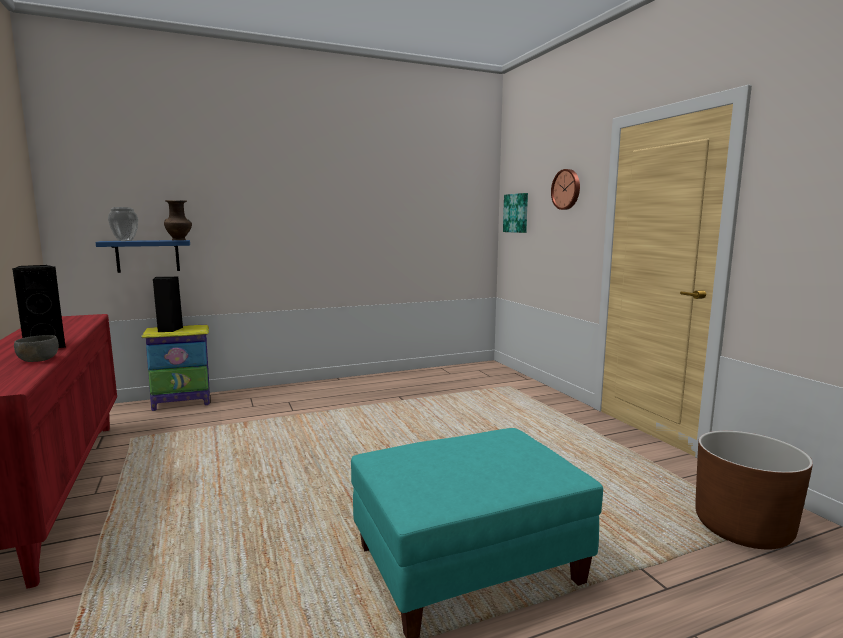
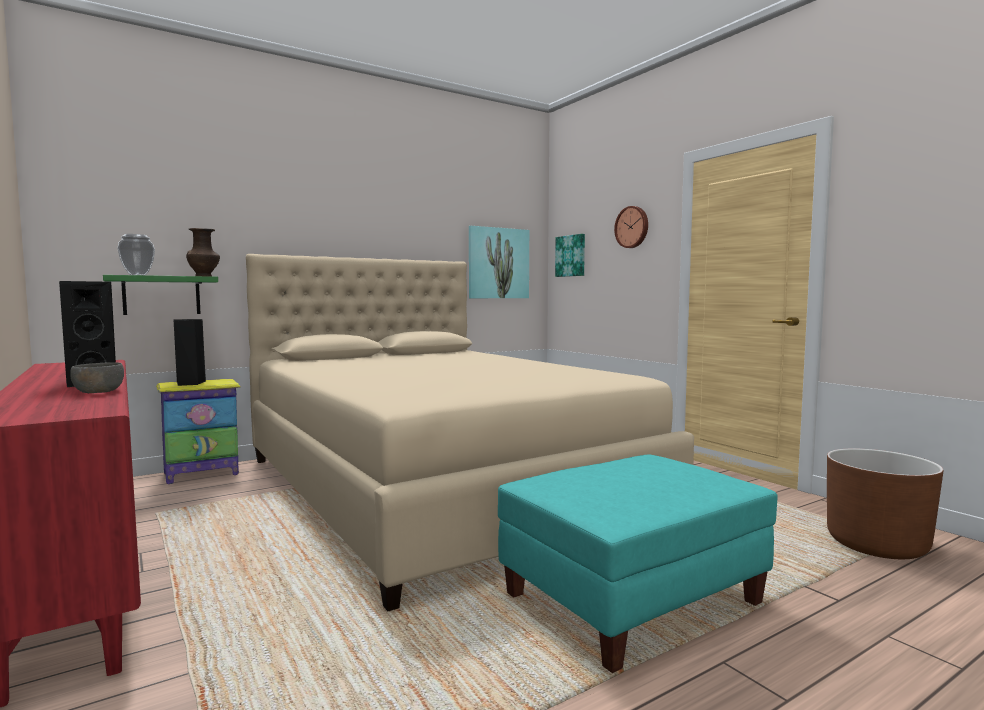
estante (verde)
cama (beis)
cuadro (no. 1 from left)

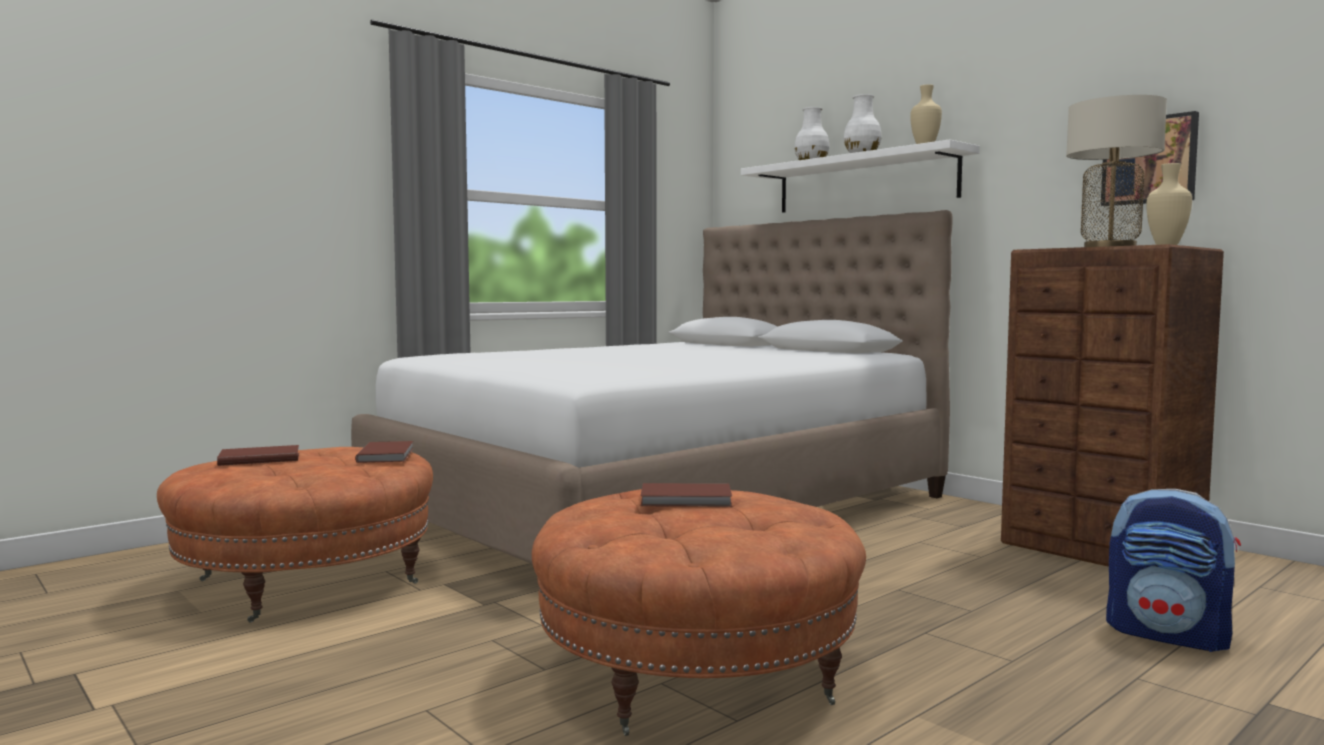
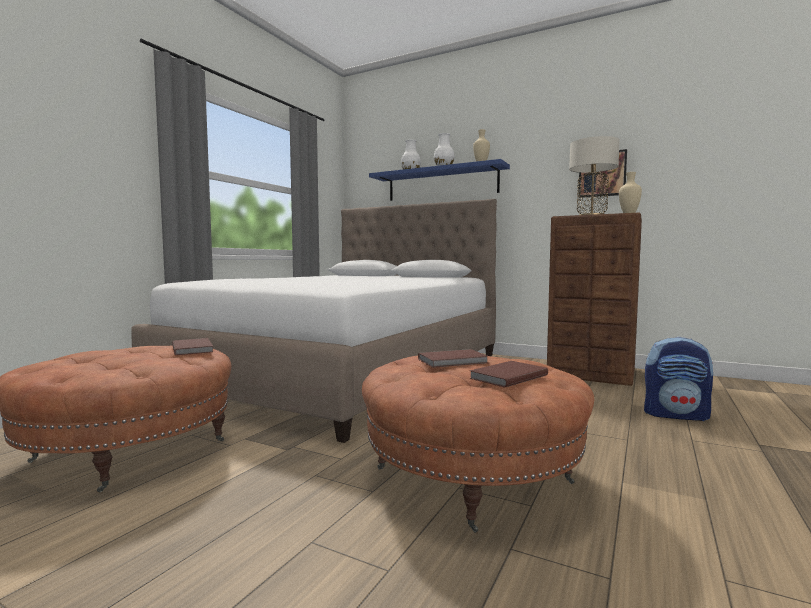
libro (marrón) (no. 3 from left)
estante (azul)

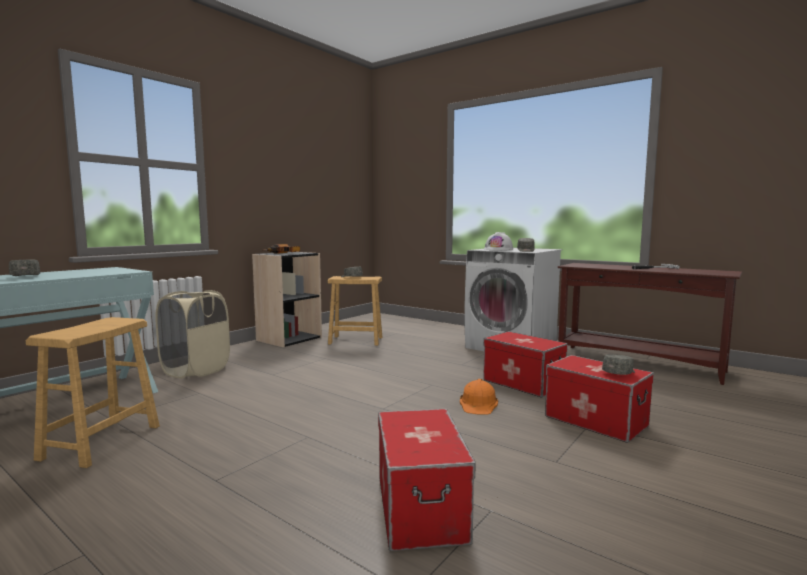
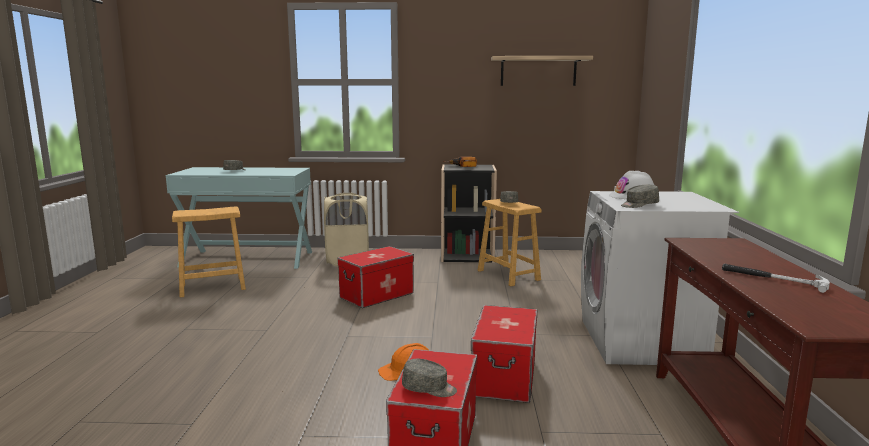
caja de almacenaje (no. 1 from left)
estante

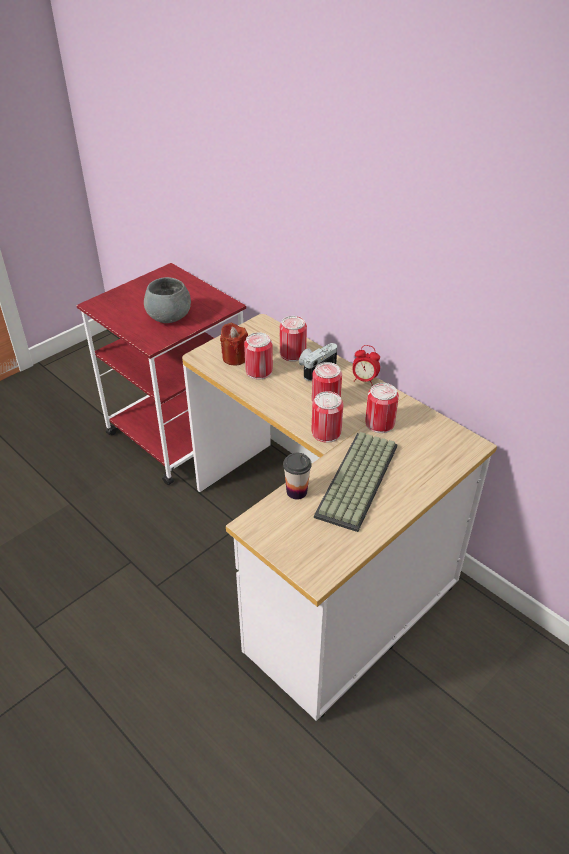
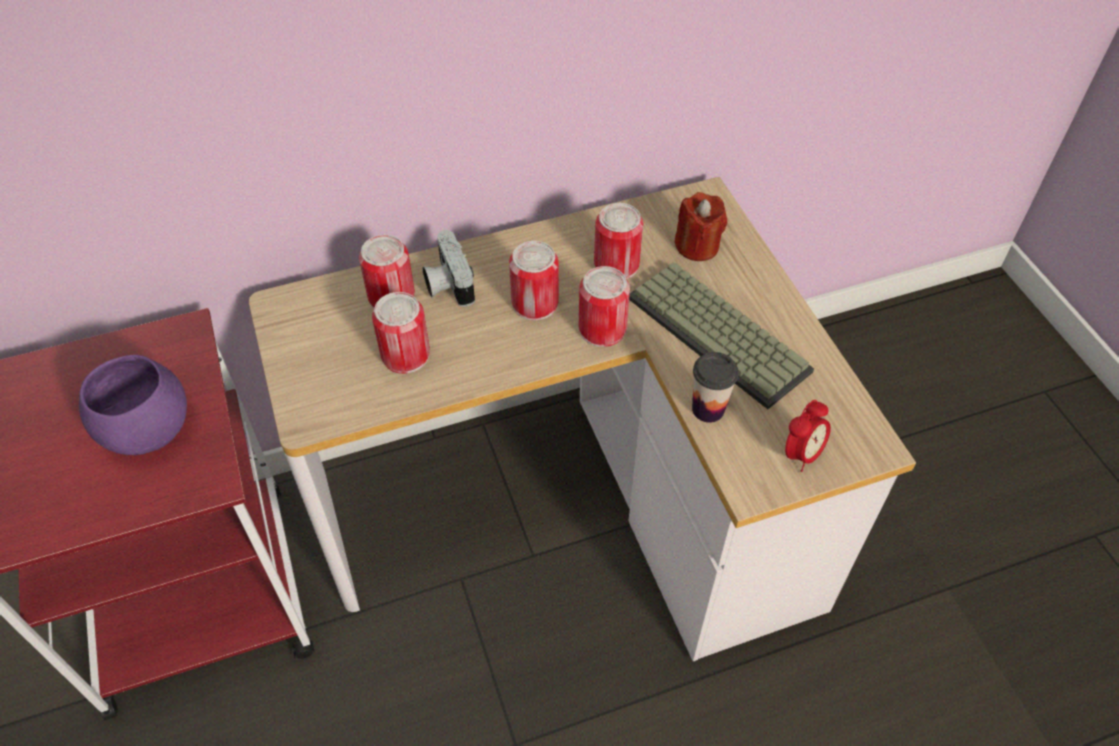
cuenco (morado)
vela (rojo)
despertador

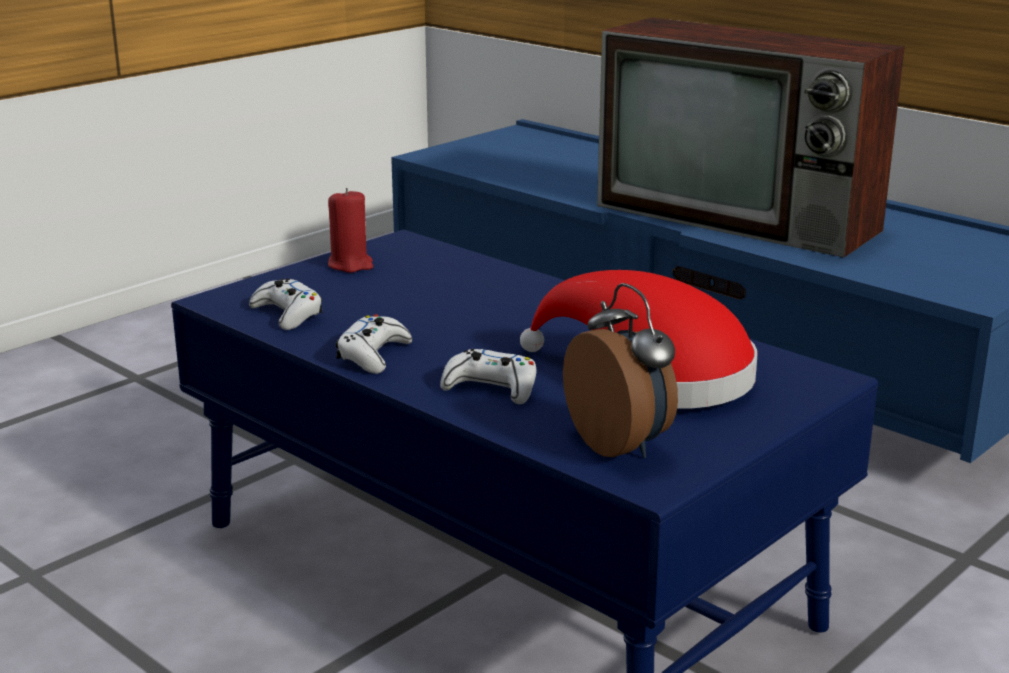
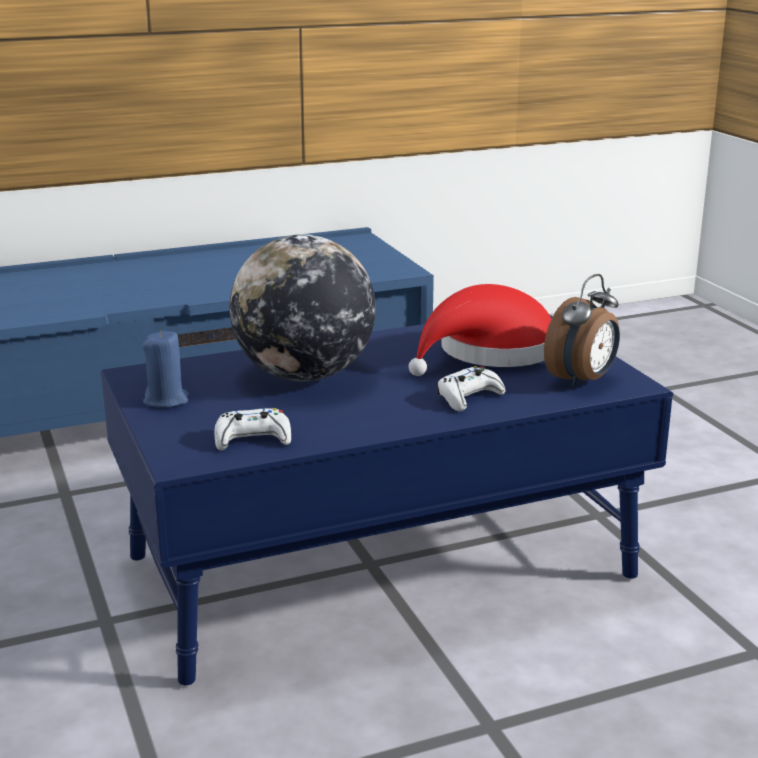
vela (azul)
mando de consola (blanco) (no. 2 from left in the first image)
despertador
televisor
globo terráqueo

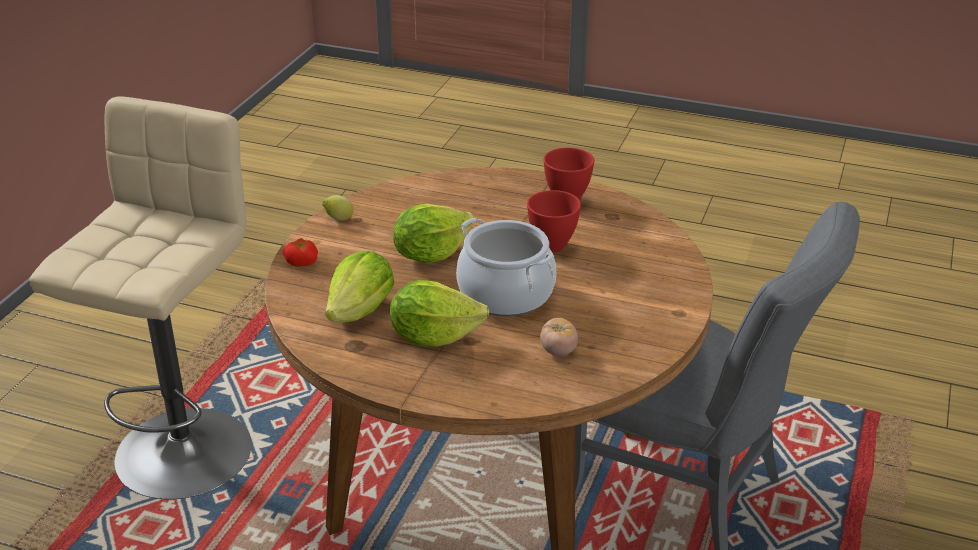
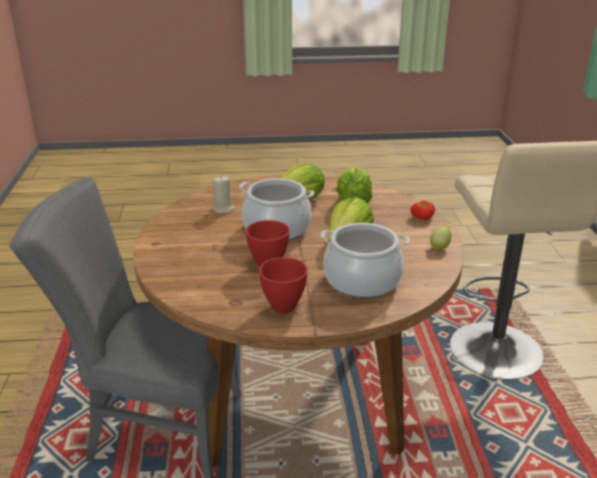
vela (beis)
olla (no. 2 from left)

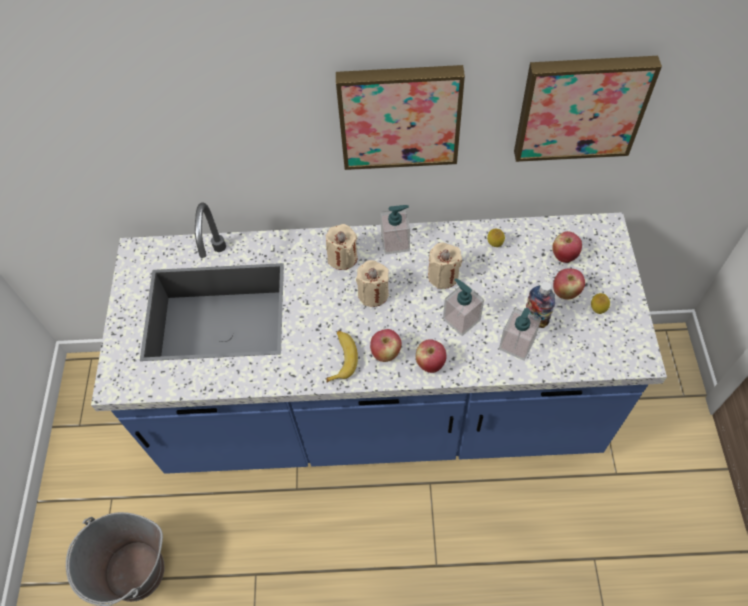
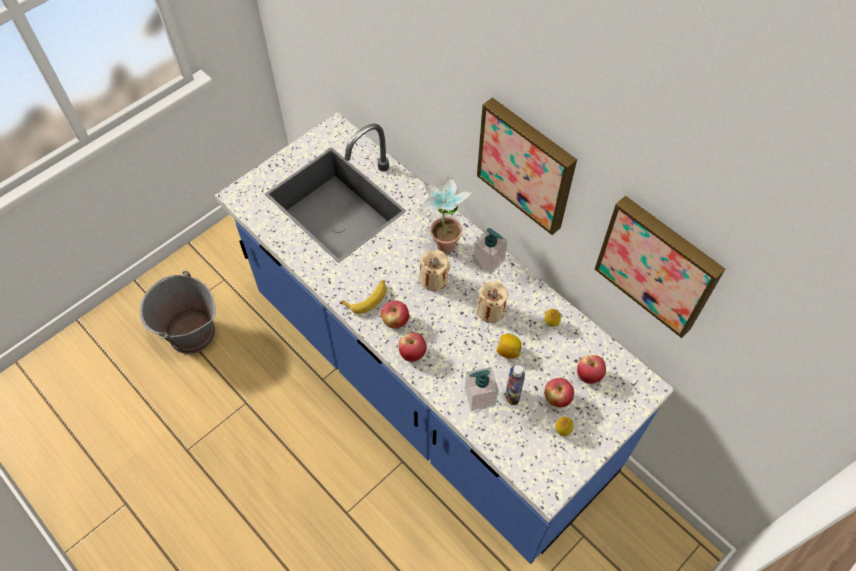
planta en maceta
dispensador de jabón (no. 2 from left in the first image)
limón (no. 1 from left)

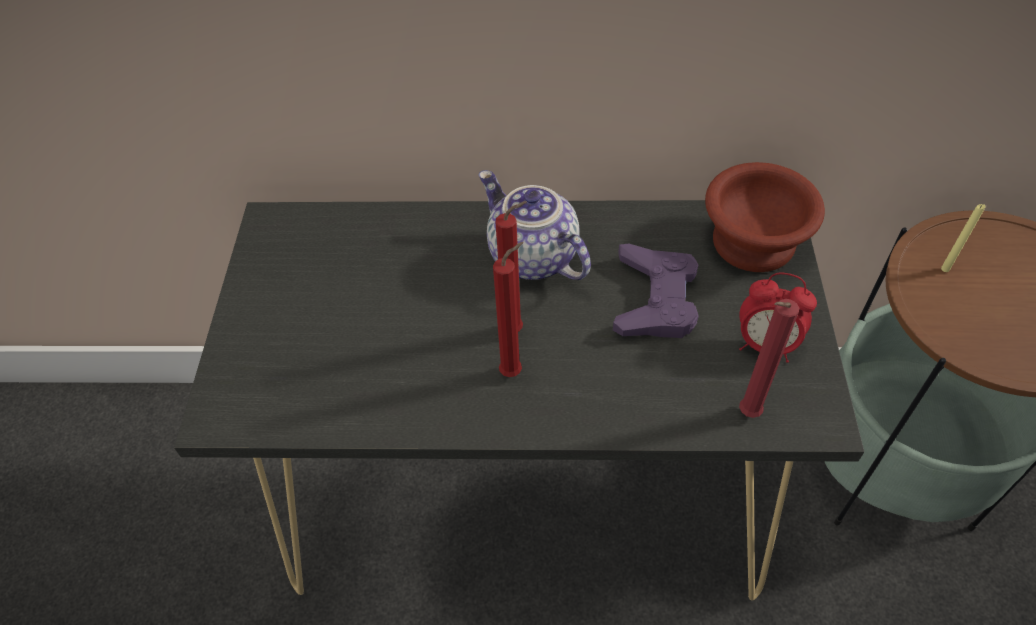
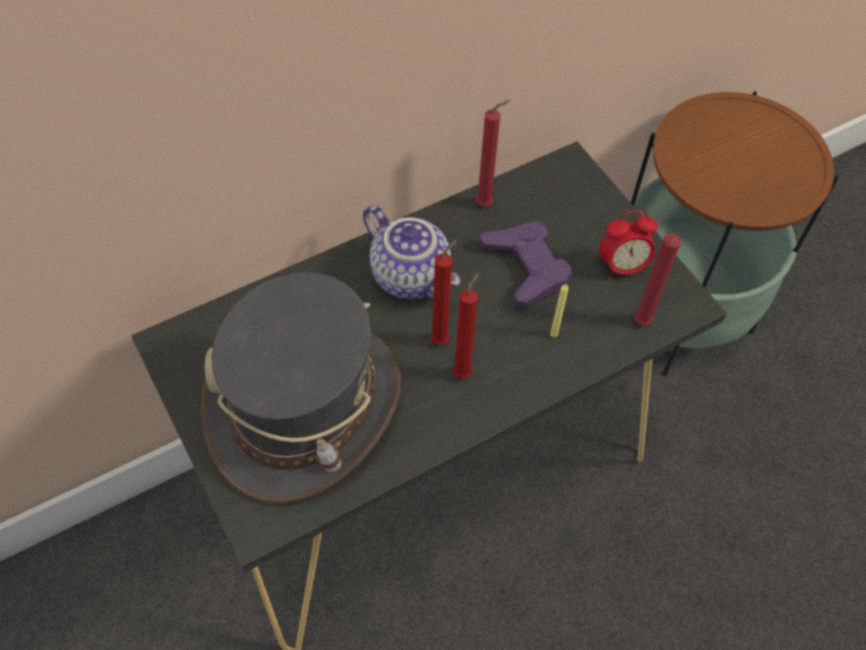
tetera
cuenco (marrón)
vela (amarillo)
sombrero (gris)
vela (rojo) (no. 3 from left)

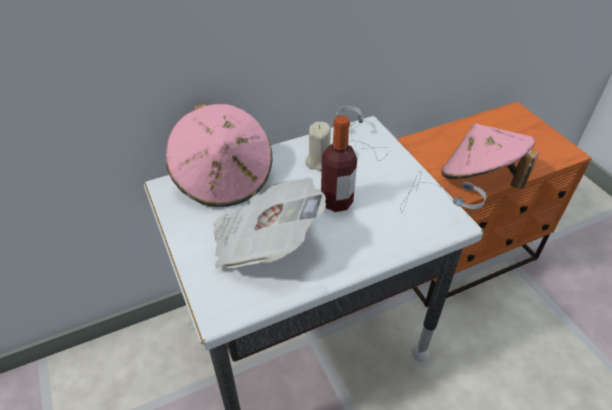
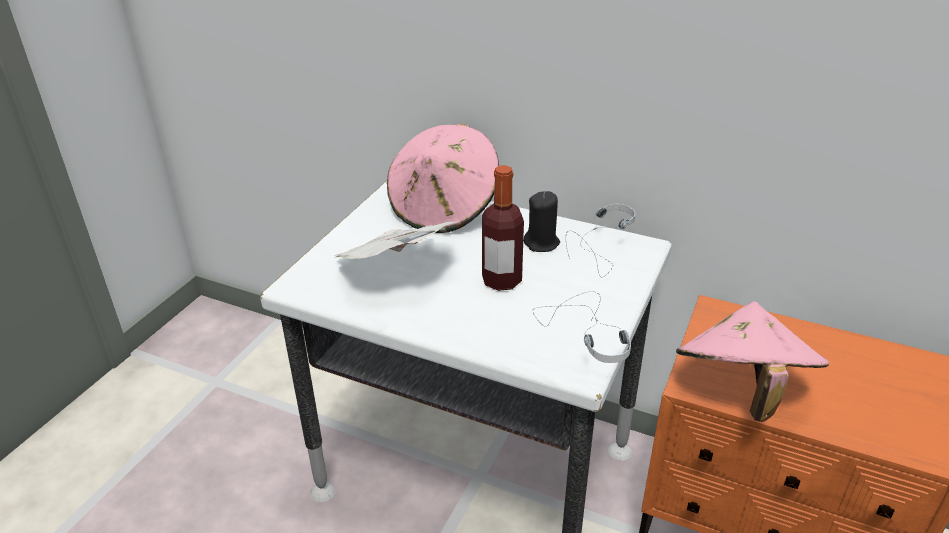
vela (negro)

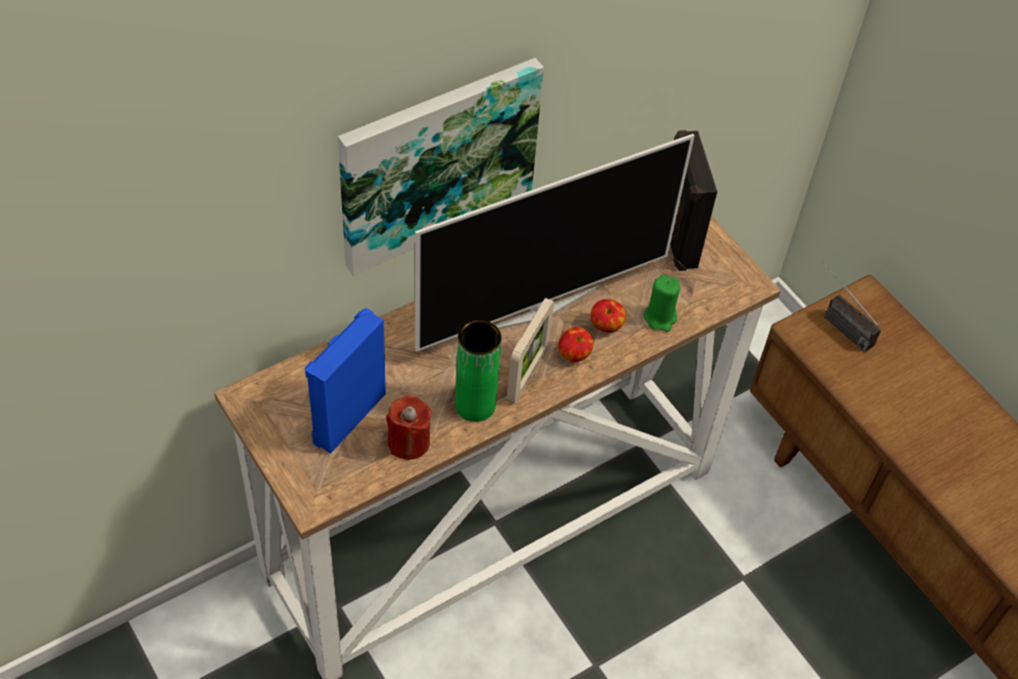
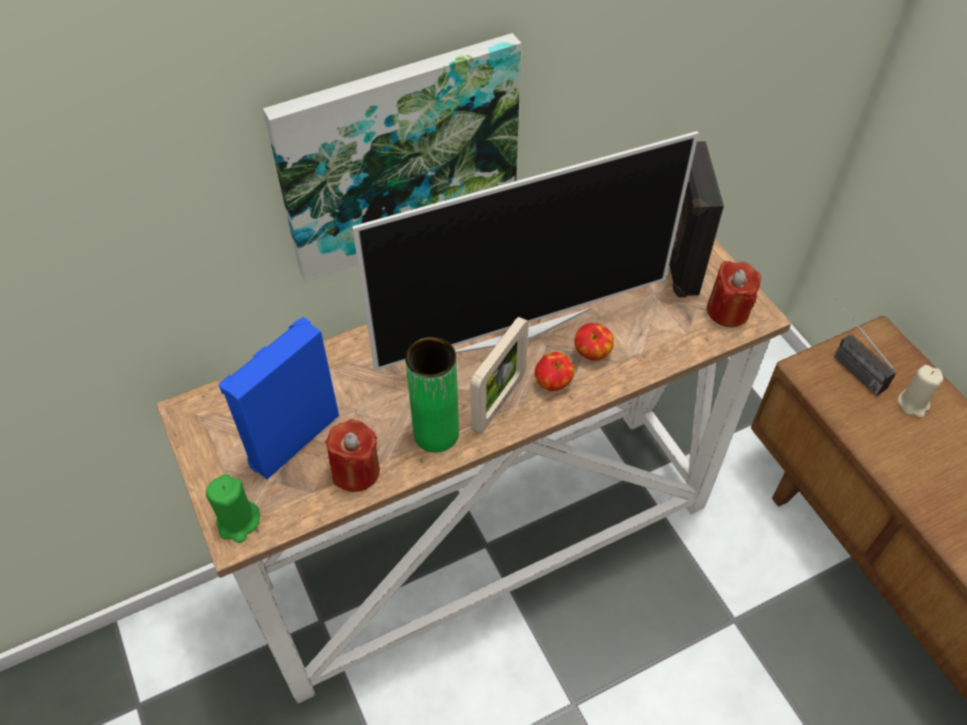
vela (verde)
vela (rojo) (no. 2 from left)
vela (beis)

